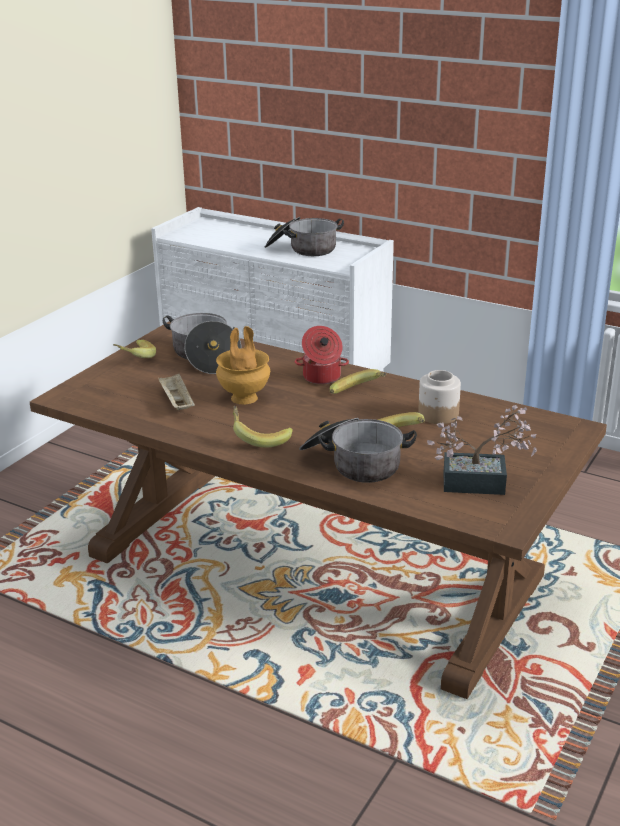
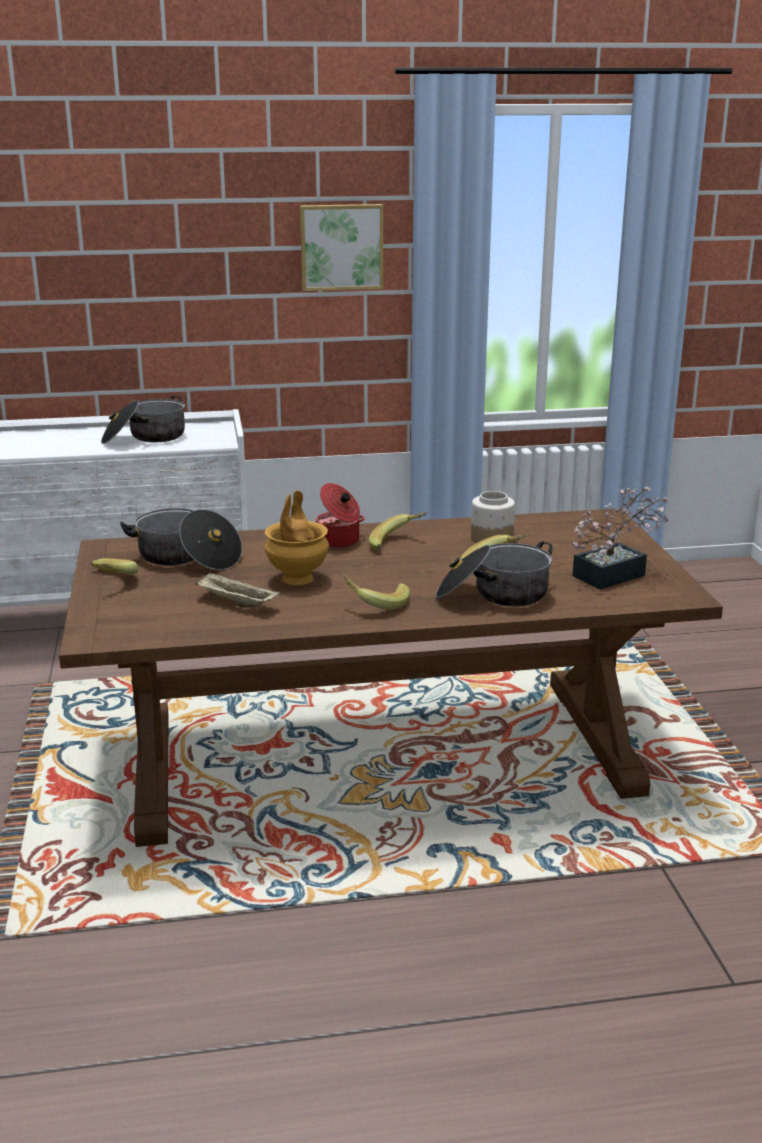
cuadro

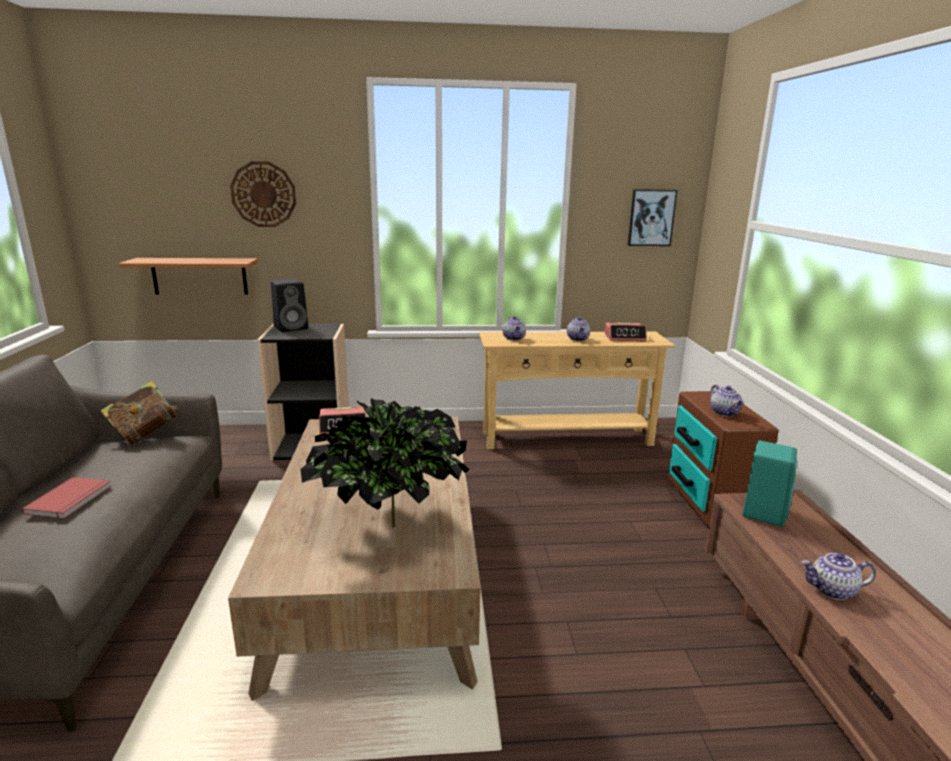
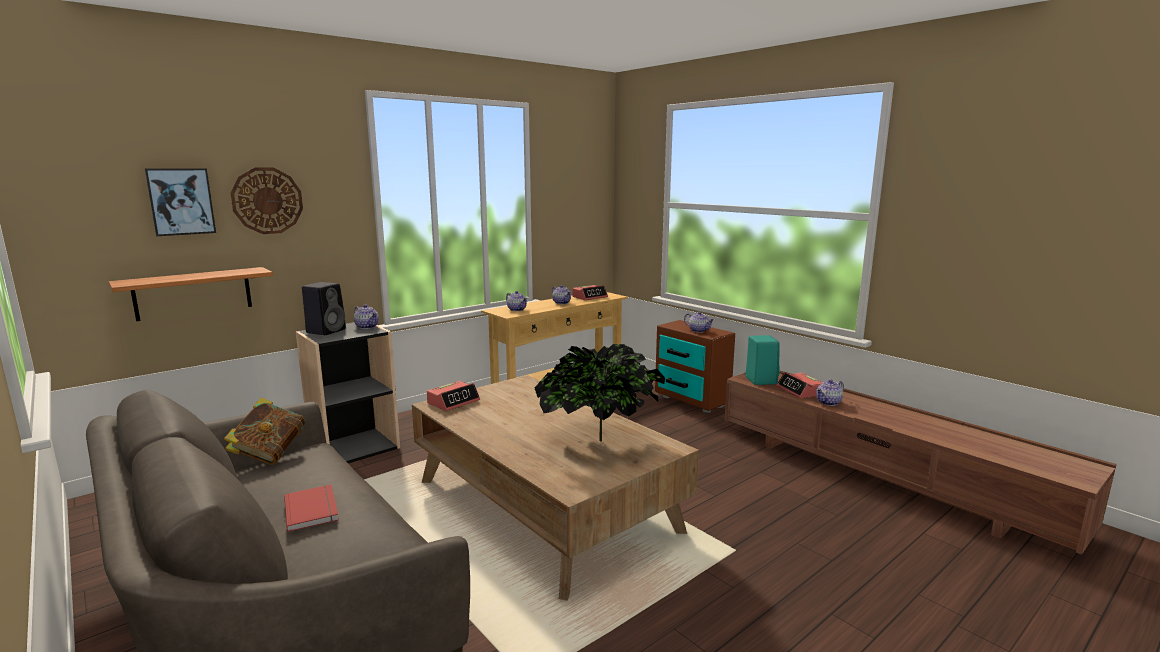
cuadro
tetera (no. 1 from left)
despertador (no. 3 from left)

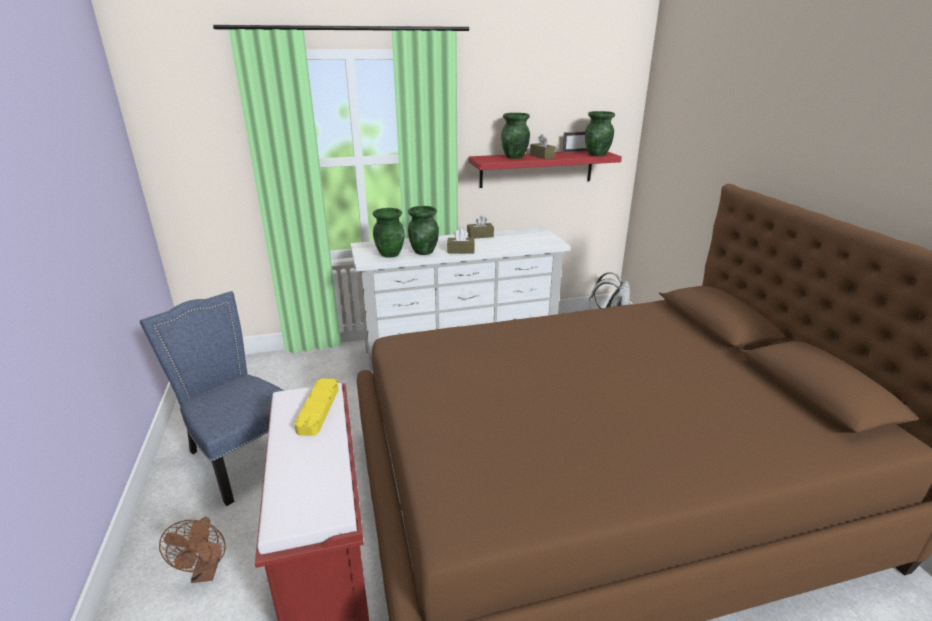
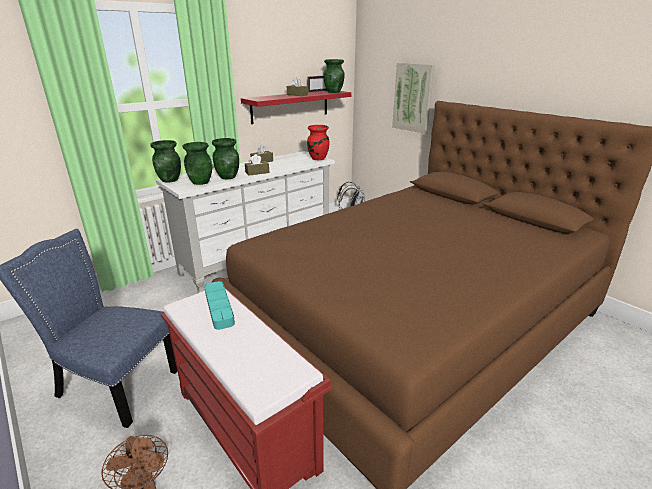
bandeja (turquesa)
florero (verde) (no. 1 from left)
florero (rojo)
cuadro

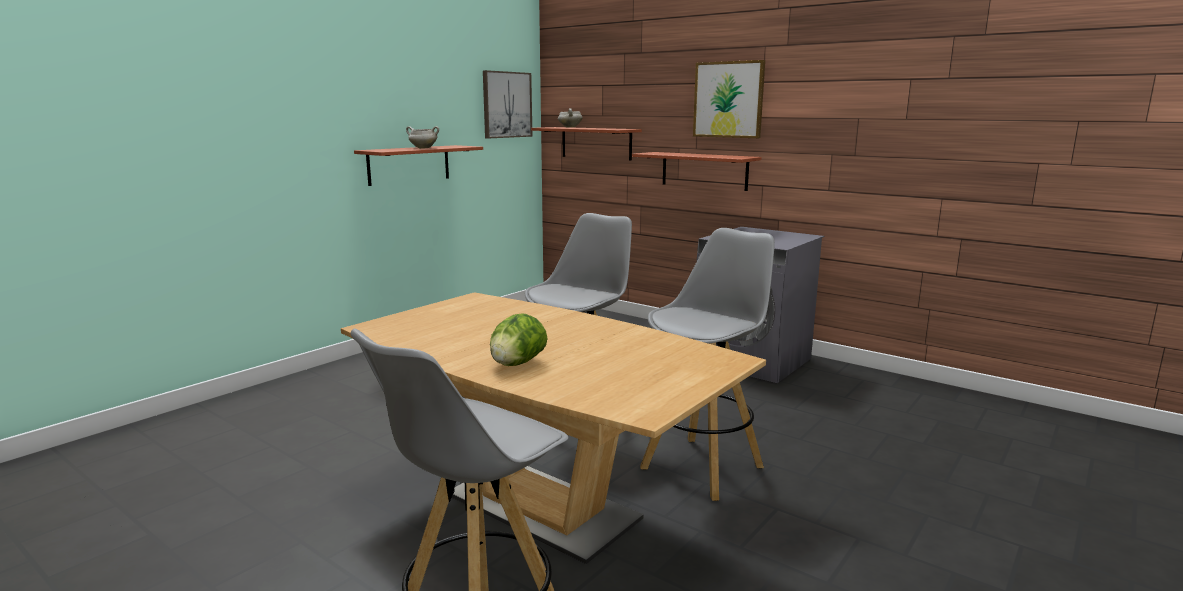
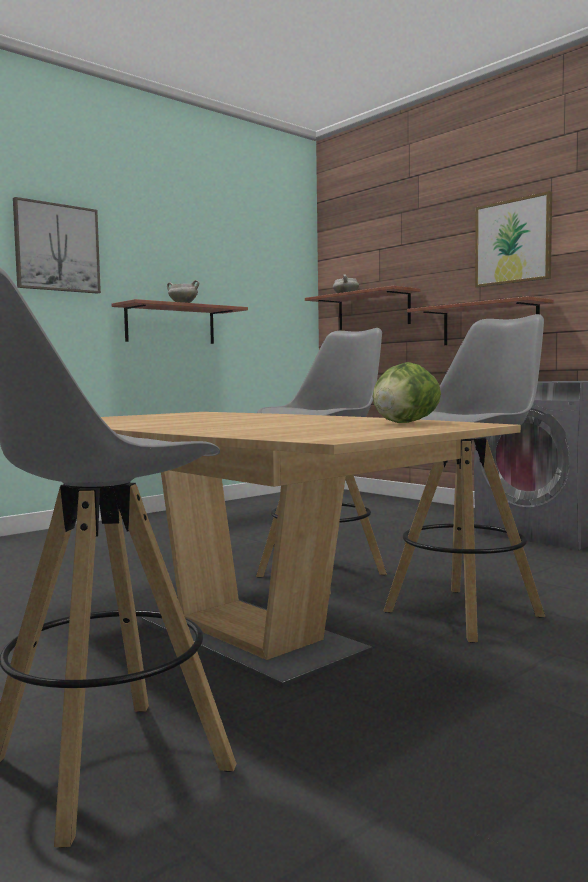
cuadro (no. 1 from left)
lechuga

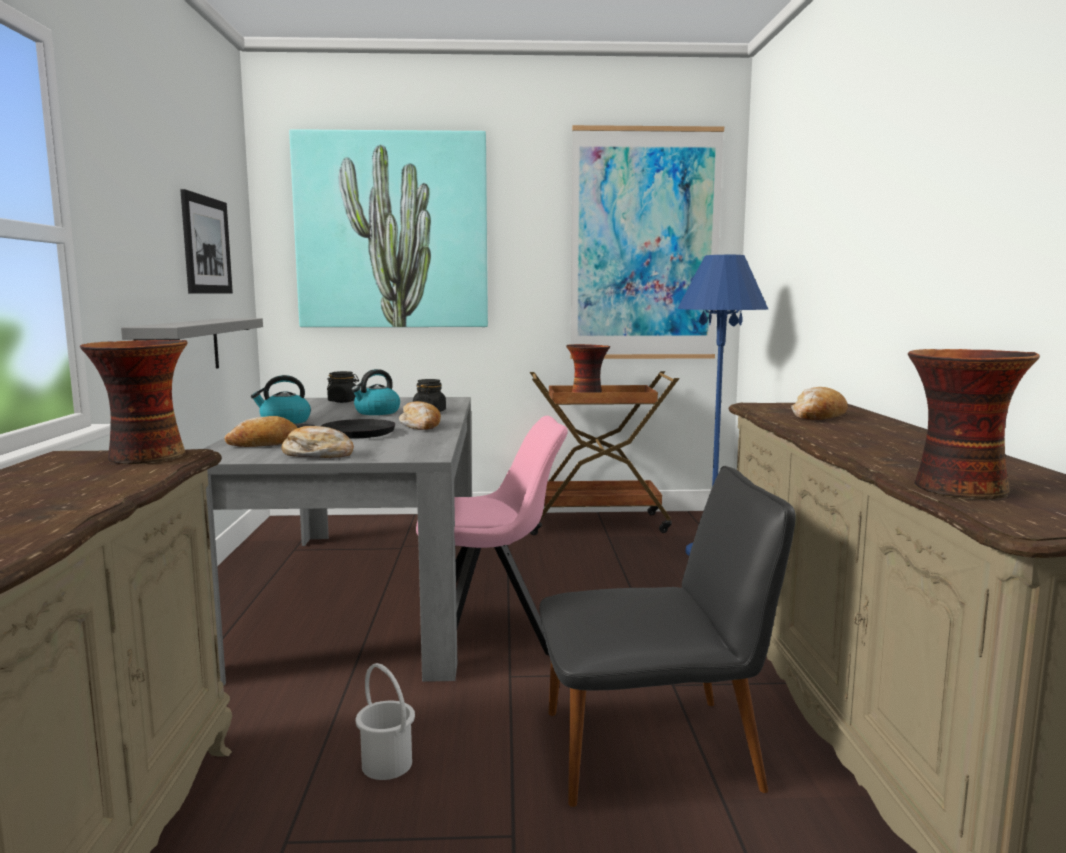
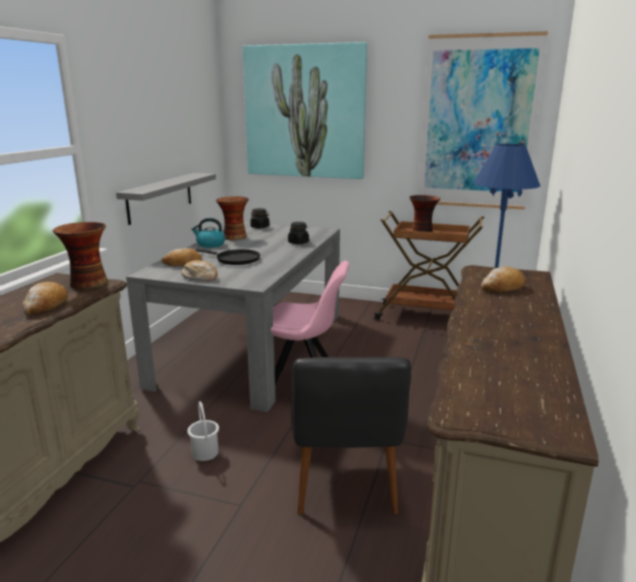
cuadro (no. 1 from left in the first image)
hervidor (no. 2 from left in the first image)
pan (no. 1 from left)
silla (negro)
florero (no. 2 from left)

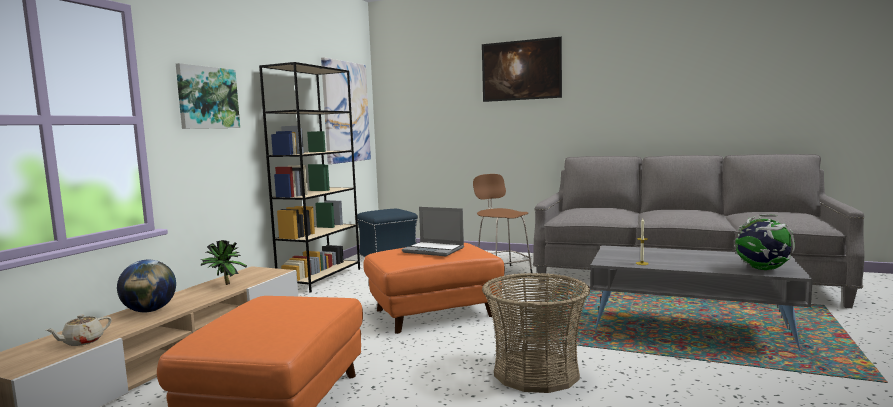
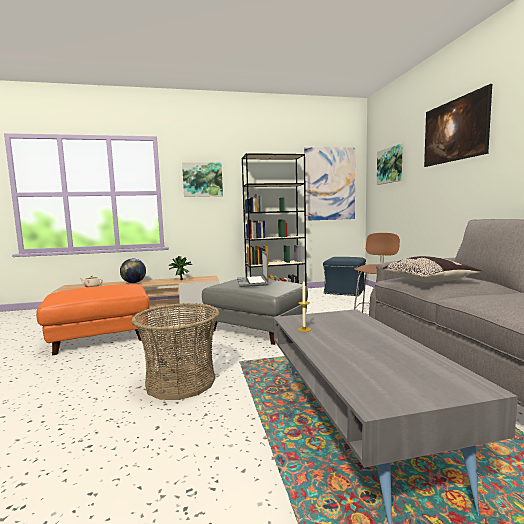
puf (gris)
globo terráqueo (no. 2 from left in the first image)
cuadro (no. 3 from left)
cojín

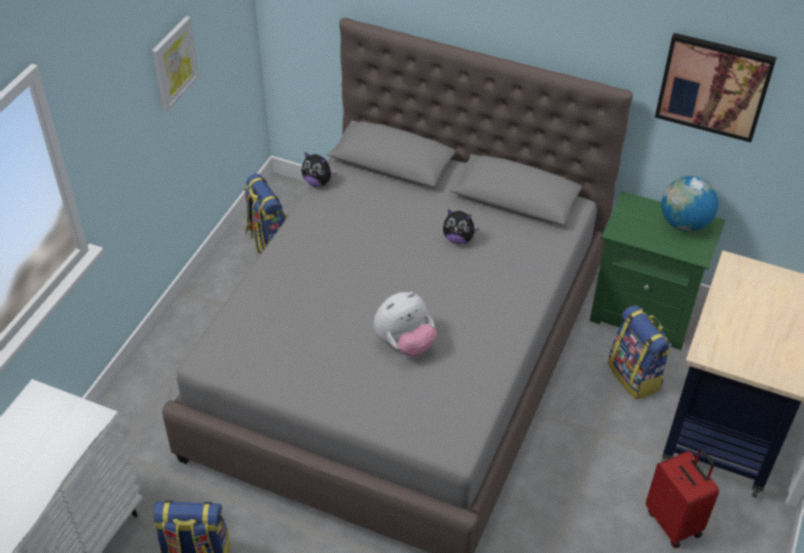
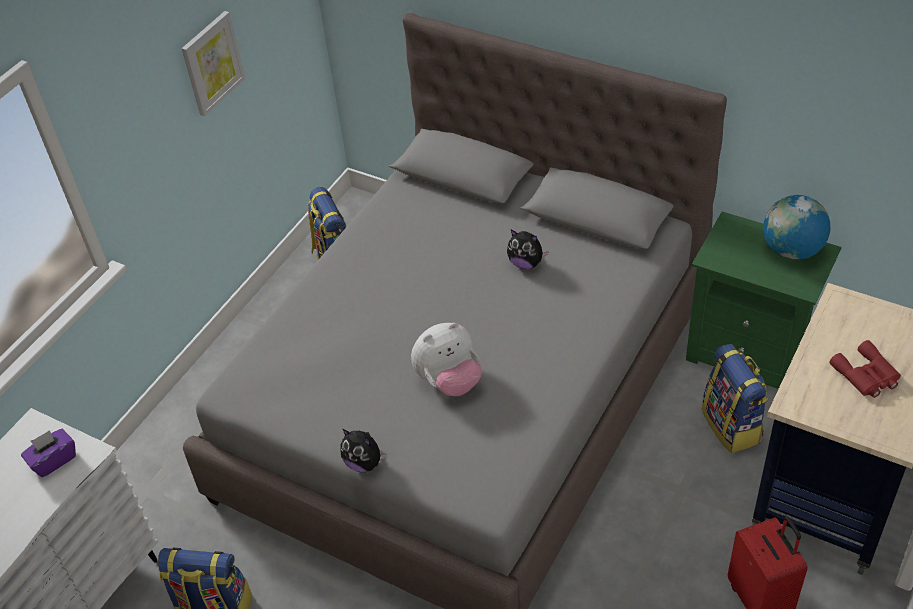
peluche (no. 1 from left)
cuadro (no. 2 from left in the first image)
caja de pañuelos (morado)
prismáticos (rojo)

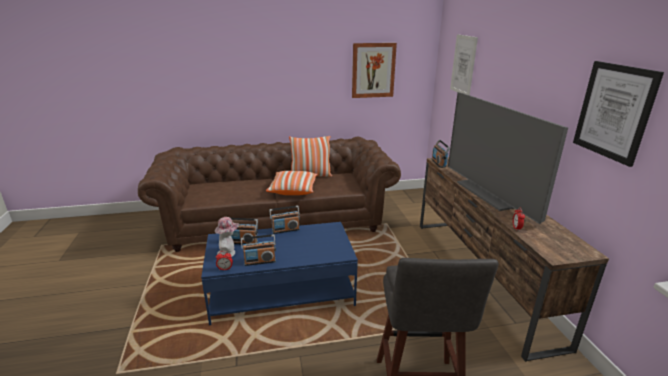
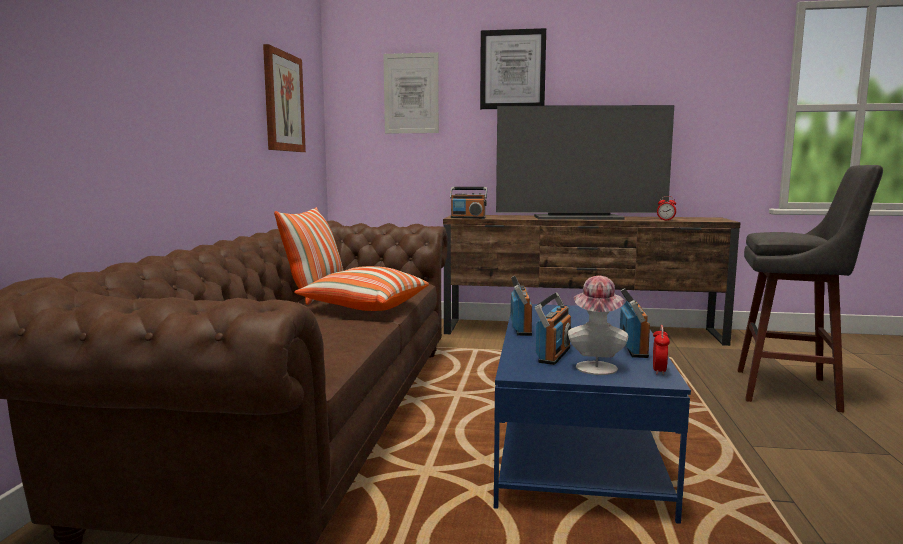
cuadro (no. 3 from left)

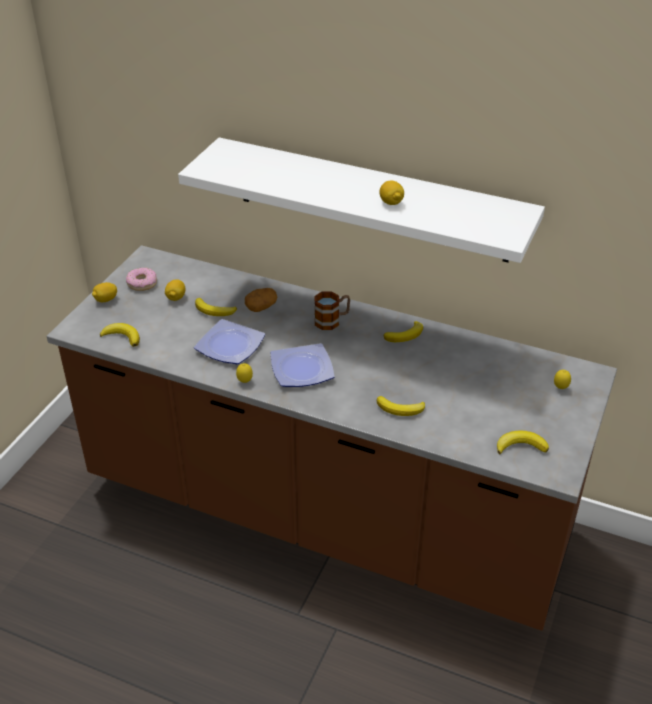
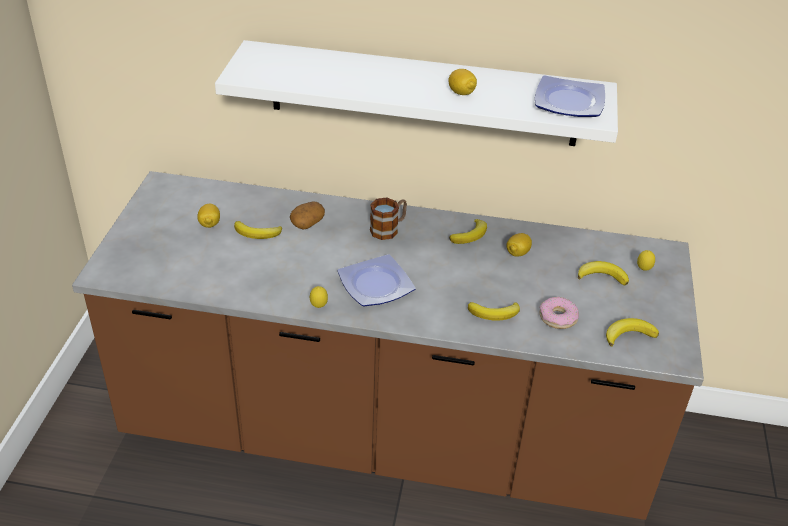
limón (no. 4 from left)
plátano (no. 4 from left)
rosquilla
plato (no. 2 from left)

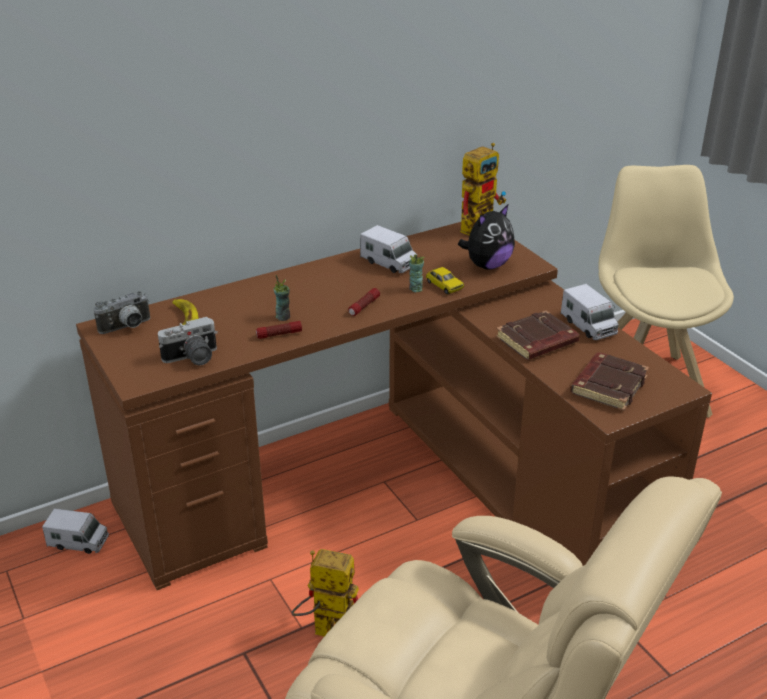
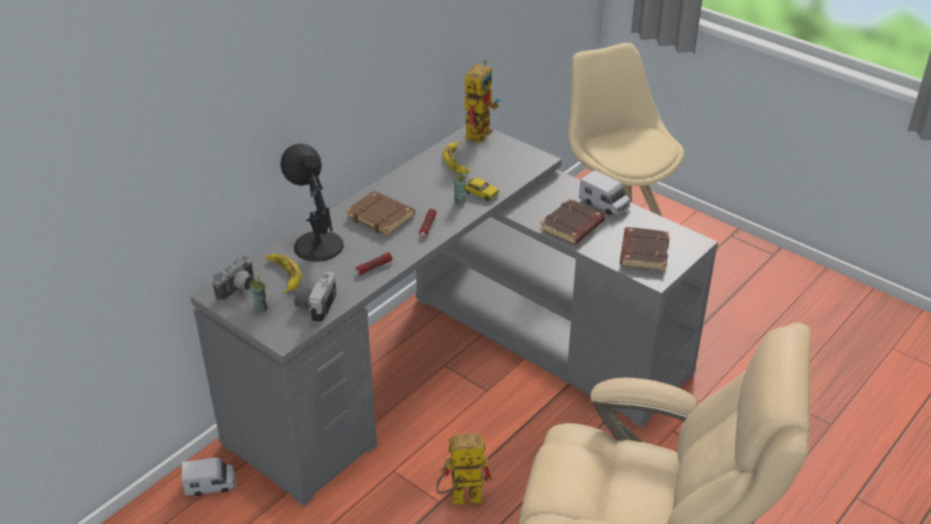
escritorio (gris)
cámara (no. 2 from left)
taza (no. 1 from left)
camión de juguete (no. 2 from left in the first image)
peluche
lámpara de mesa (negro)
libro (marrón) (no. 1 from left)
plátano (no. 2 from left)

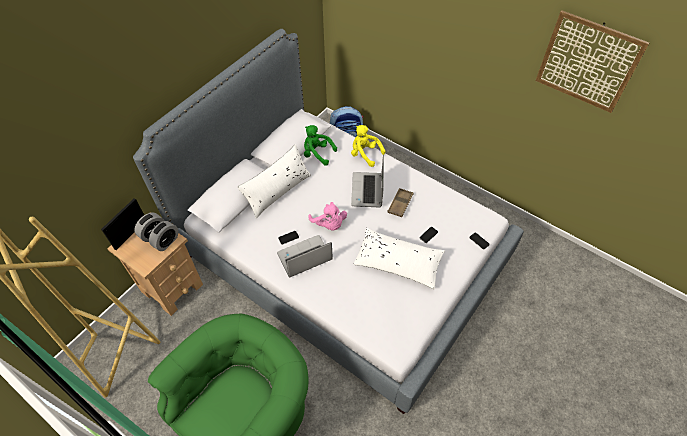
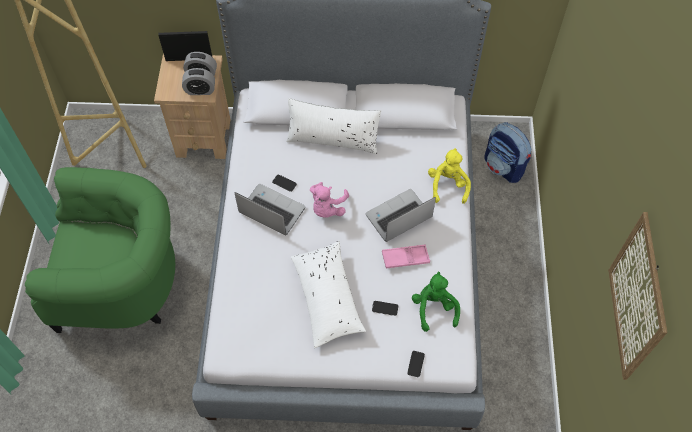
peluche (verde)
bandeja (rosa)

